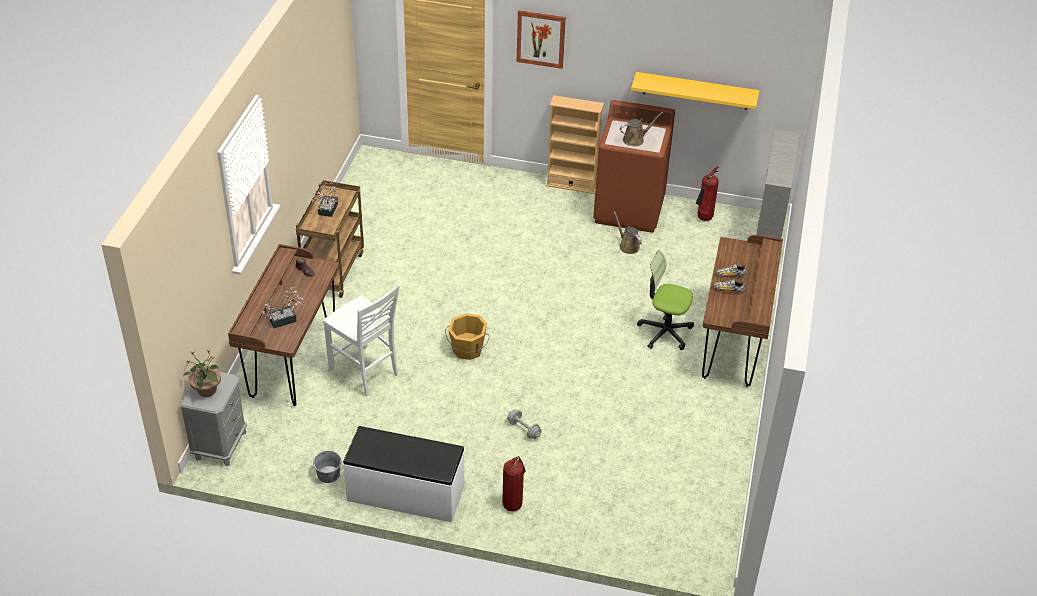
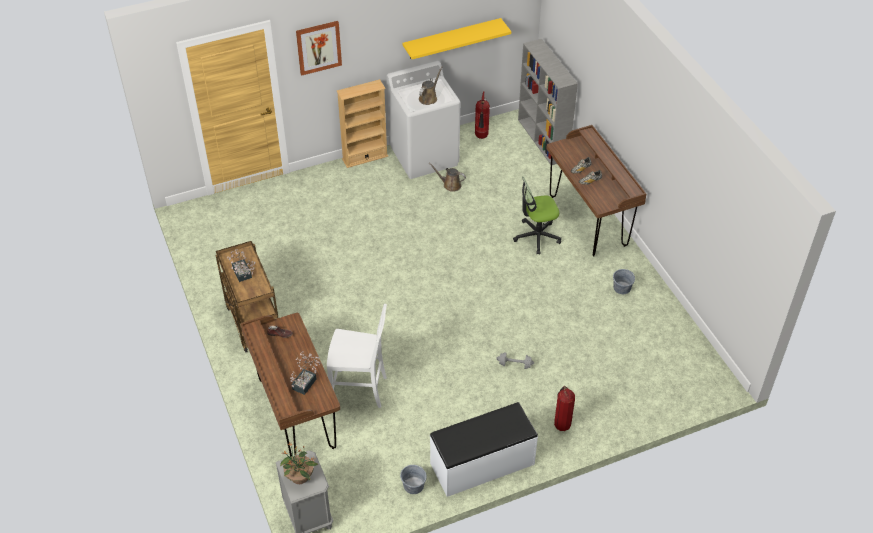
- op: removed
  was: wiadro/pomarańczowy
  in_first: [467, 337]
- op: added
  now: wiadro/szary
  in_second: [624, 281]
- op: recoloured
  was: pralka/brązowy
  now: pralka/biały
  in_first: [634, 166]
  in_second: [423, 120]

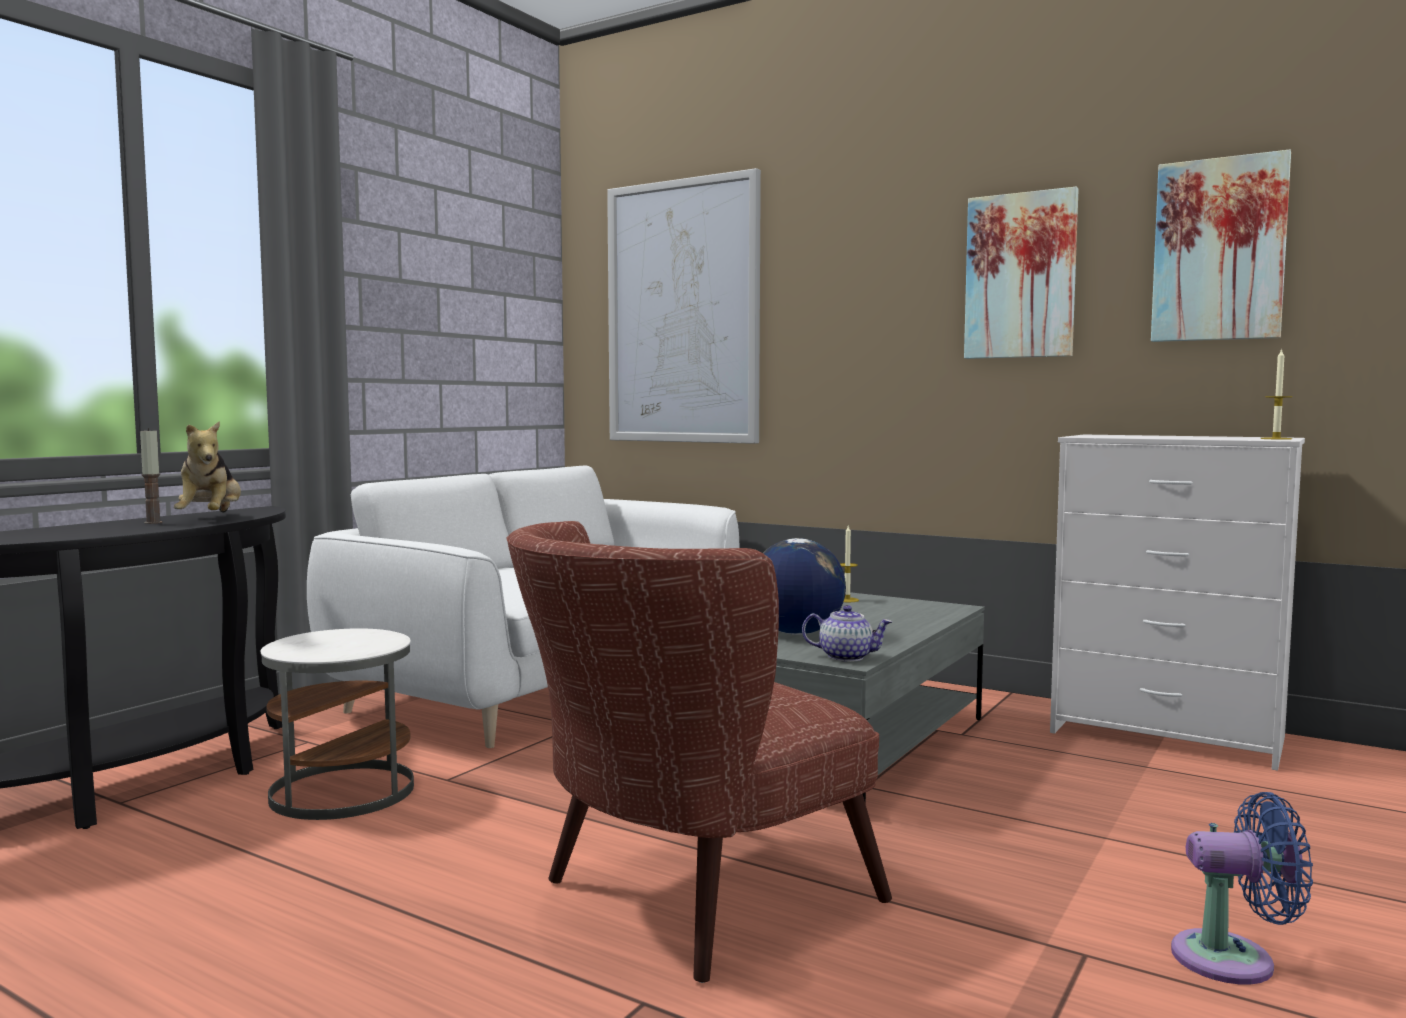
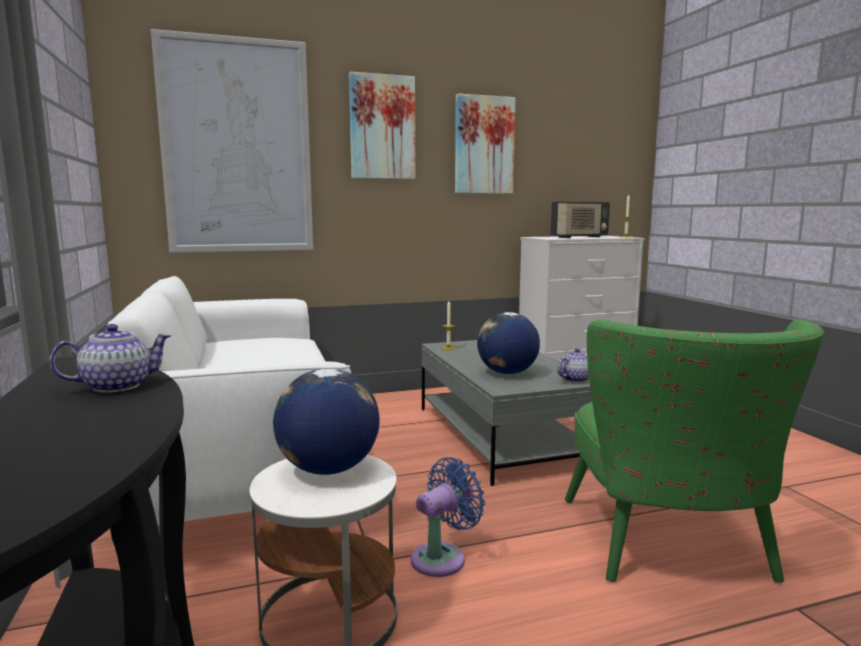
- op: removed
  was: świeca
  in_first: [151, 476]
- op: added
  now: globus
  in_second: [326, 421]
- op: added
  now: radio
  in_second: [580, 220]
- op: moved
  was: obraz
  in_first: [1221, 246]
  in_second: [382, 125]
- op: moved
  was: wentylator/niebieski
  in_first: [1242, 888]
  in_second: [448, 517]
- op: replaced
  was: pluszak
  now: imbryk
  in_first: [207, 467]
  in_second: [110, 358]
- op: recoloured
  was: fotel/brązowy
  now: fotel/zielony
  in_first: [699, 752]
  in_second: [694, 451]

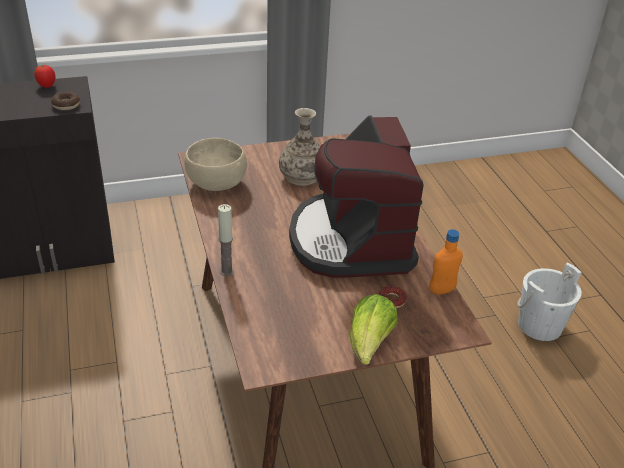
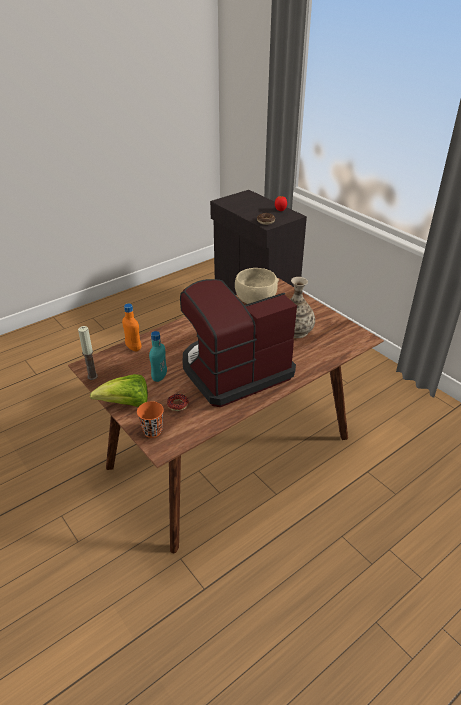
- op: removed
  was: wiadro/biały
  in_first: [549, 301]
- op: added
  now: filiżanka/pomarańczowy
  in_second: [150, 419]
- op: added
  now: butelka/turkusowy
  in_second: [158, 356]
- op: moved
  was: świeca
  in_first: [226, 240]
  in_second: [88, 353]
- op: moved
  was: butelka/pomarańczowy
  in_first: [446, 262]
  in_second: [131, 327]

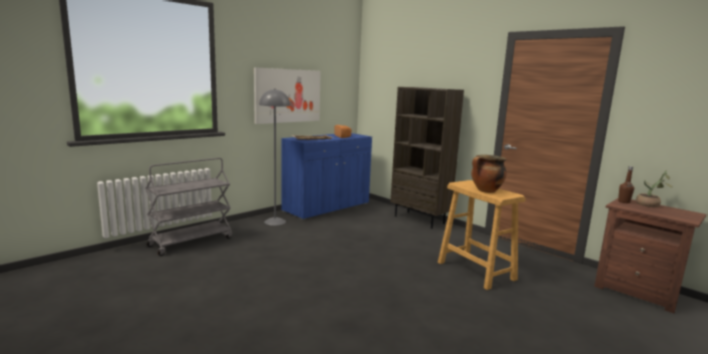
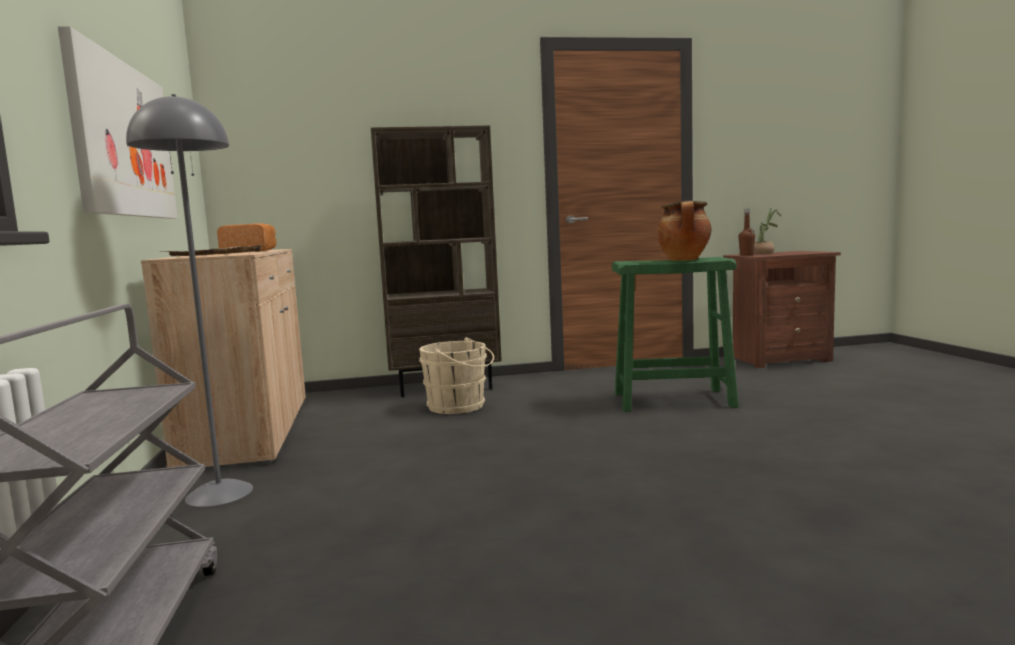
- op: added
  now: wiadro/beżowy
  in_second: [456, 375]
- op: recoloured
  was: szafka/niebieski
  now: szafka/beżowy
  in_first: [326, 176]
  in_second: [223, 358]
- op: recoloured
  was: stołek/beżowy
  now: stołek/zielony
  in_first: [482, 235]
  in_second: [675, 334]

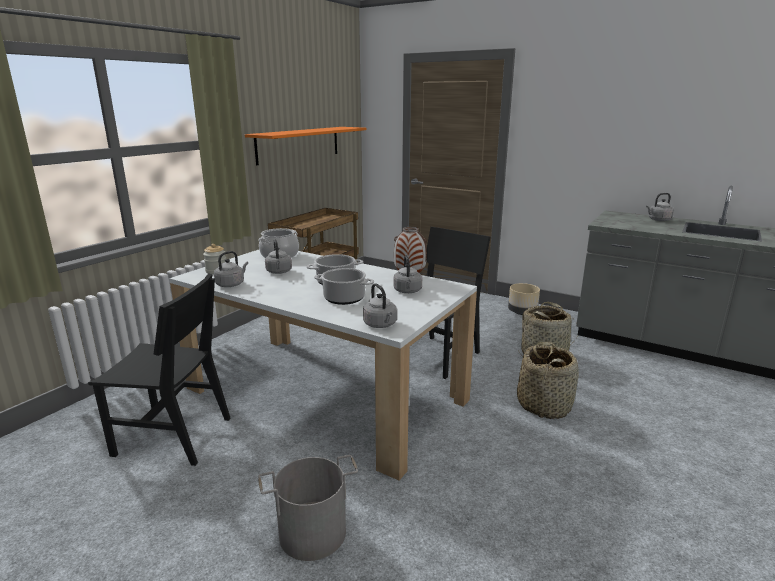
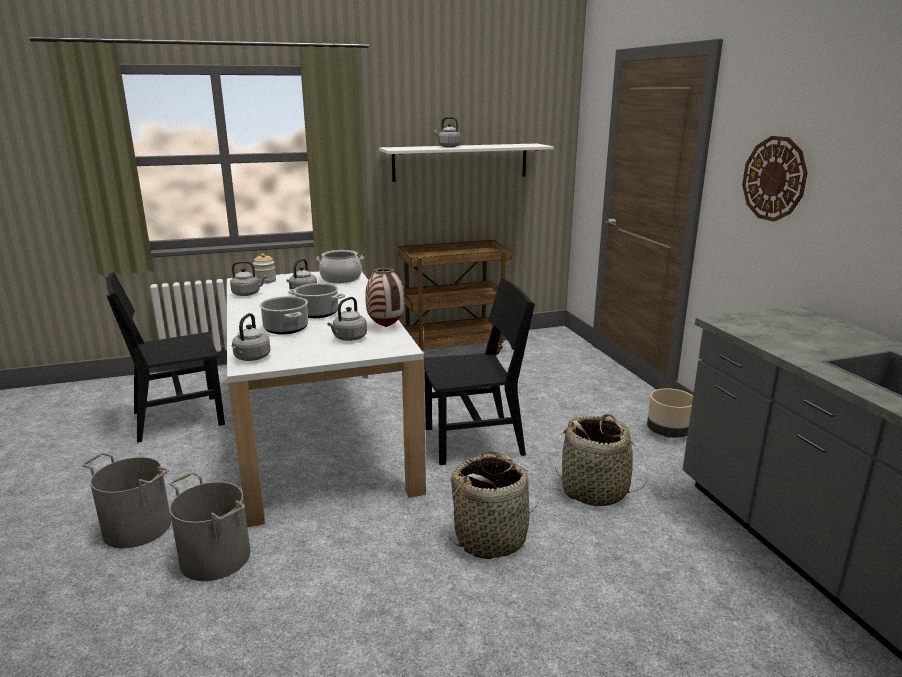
- op: added
  now: wiadro/szary
  in_second: [209, 526]
- op: added
  now: zegar ścienny
  in_second: [775, 179]
- op: moved
  was: czajnik/szary
  in_first: [660, 207]
  in_second: [447, 132]
- op: recoloured
  was: półka/pomarańczowy
  now: półka/biały
  in_first: [305, 146]
  in_second: [466, 163]
- op: turned
  was: krzesło/czarny
  in_first: [159, 369]
  in_second: [165, 357]
  clockwise: 105

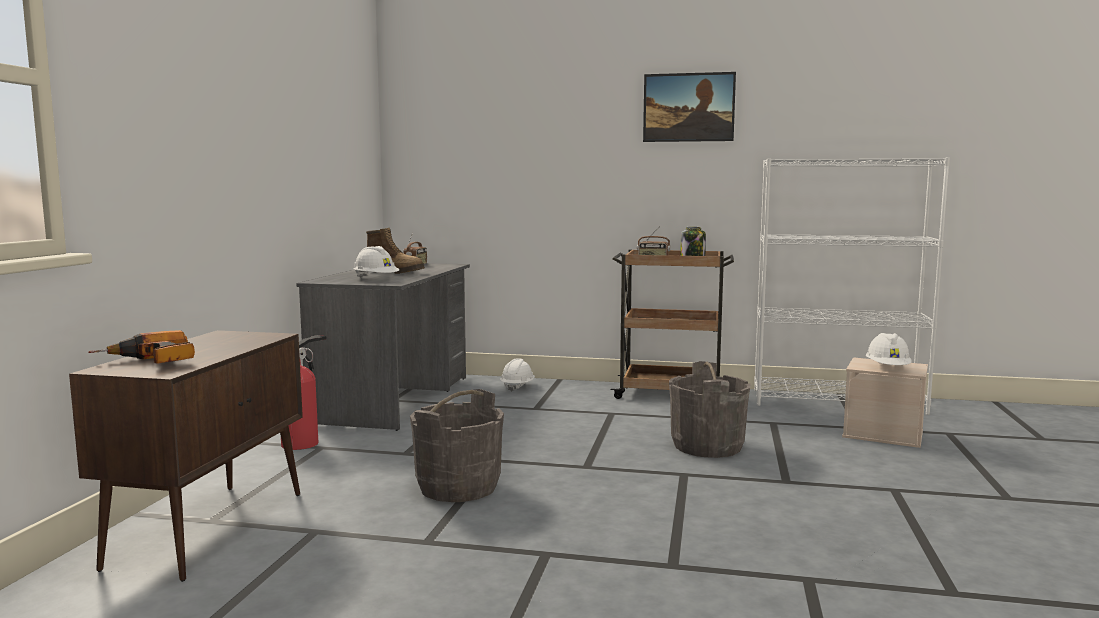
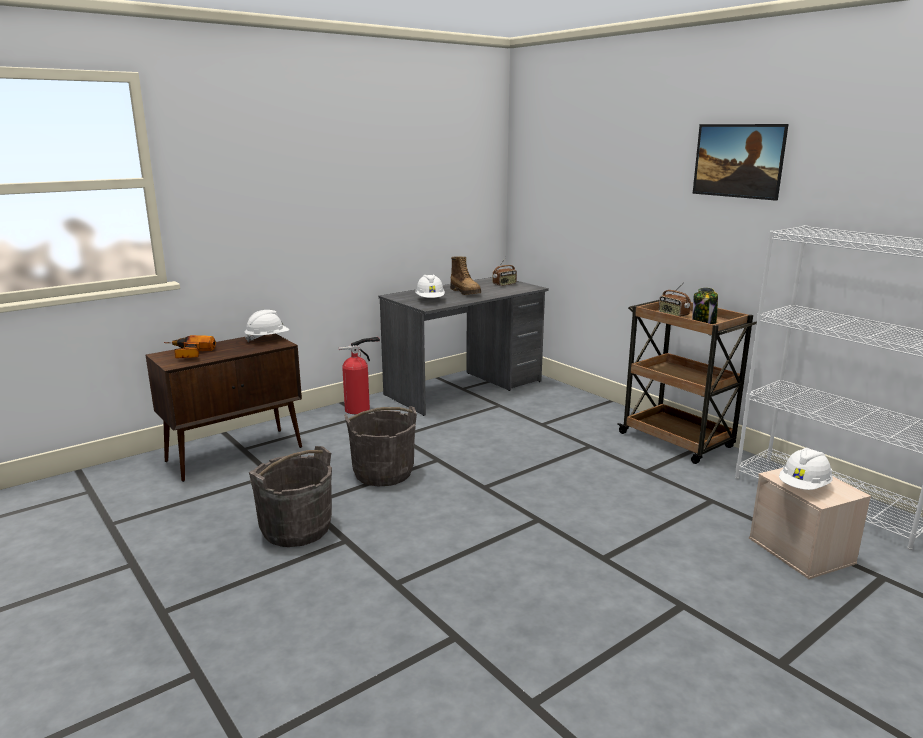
- op: moved
  was: kask/biały
  in_first: [518, 375]
  in_second: [266, 326]
- op: moved
  was: wiadro/szary
  in_first: [709, 409]
  in_second: [290, 496]

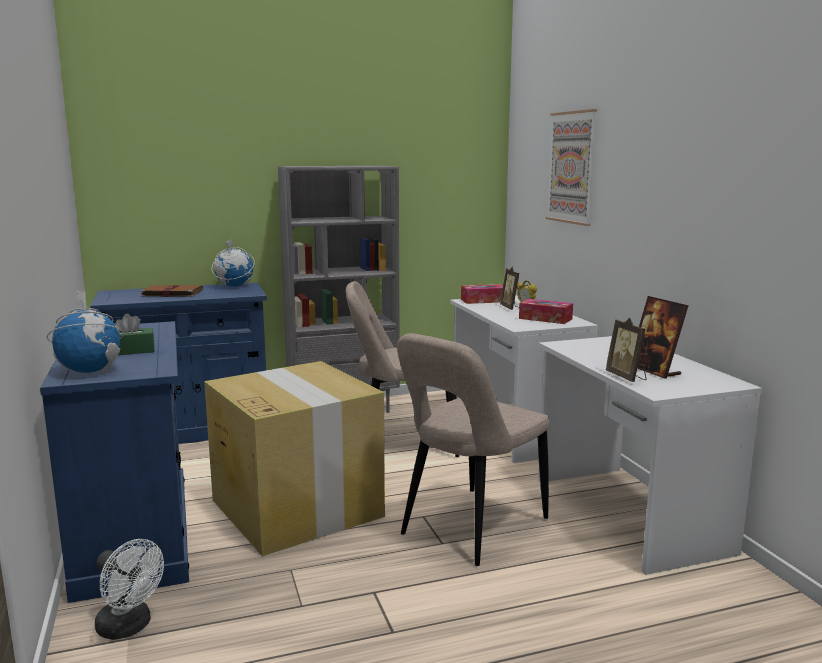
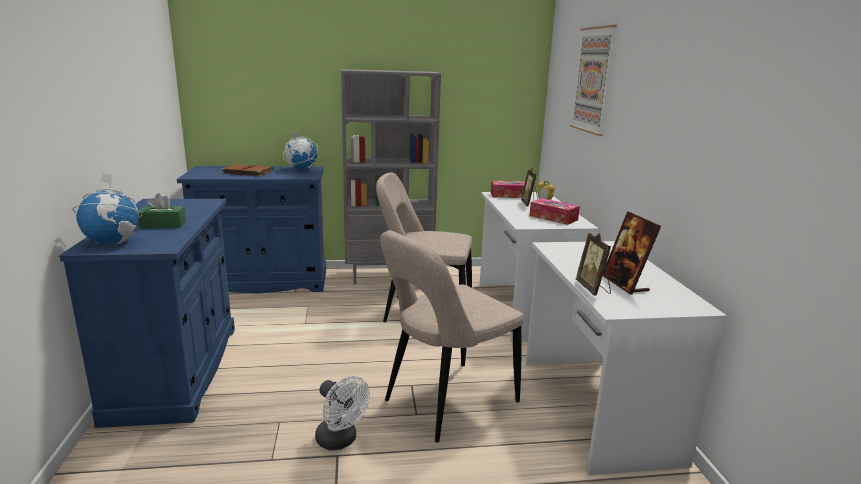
- op: removed
  was: karton
  in_first: [294, 458]
- op: moved
  was: wentylator/biały
  in_first: [129, 589]
  in_second: [342, 413]

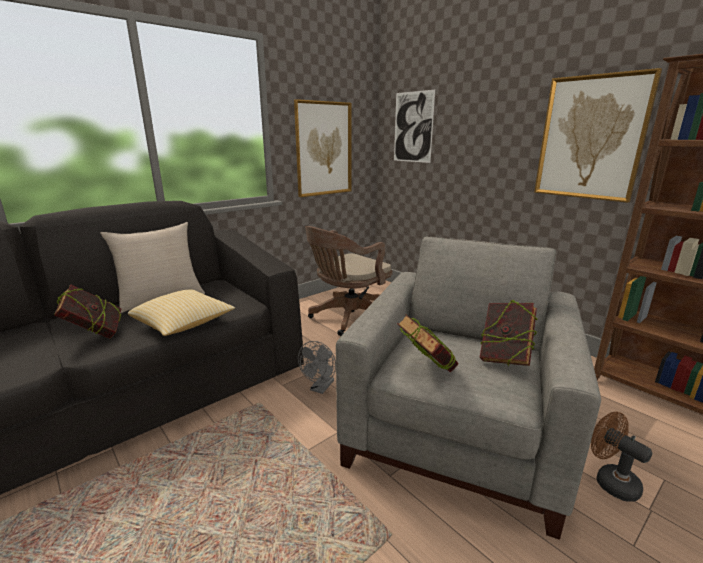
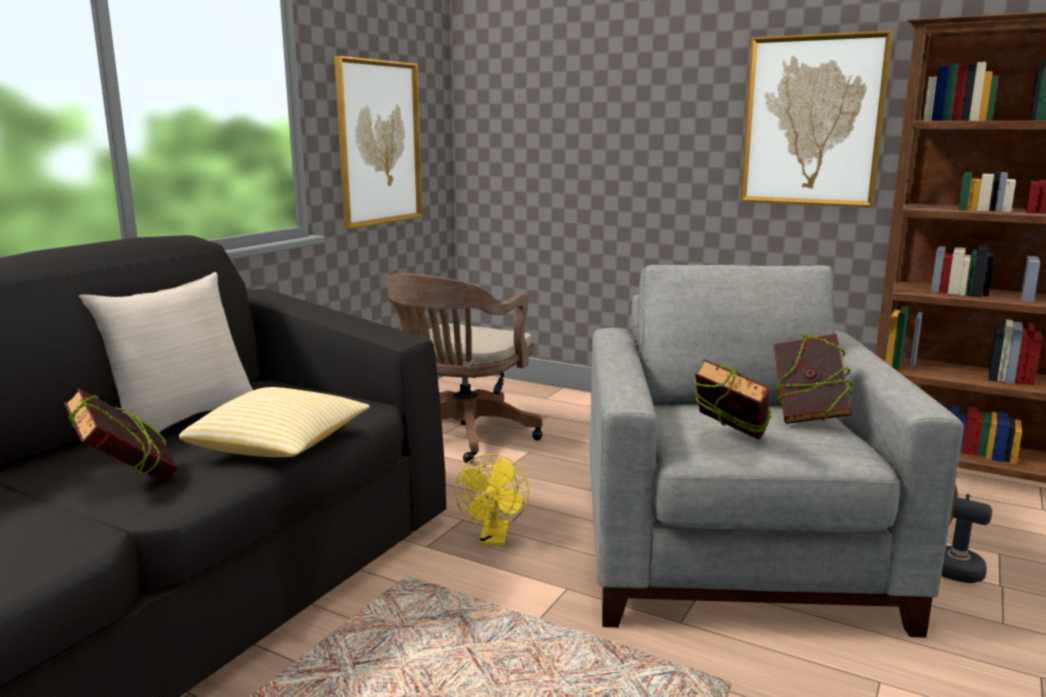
- op: removed
  was: obraz
  in_first: [414, 126]
- op: recoloured
  was: wentylator/szary
  now: wentylator/żółty
  in_first: [317, 367]
  in_second: [492, 500]

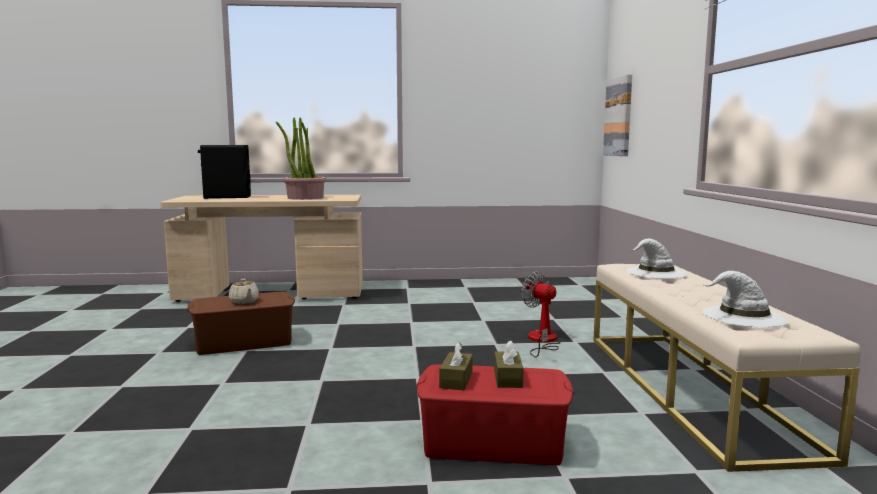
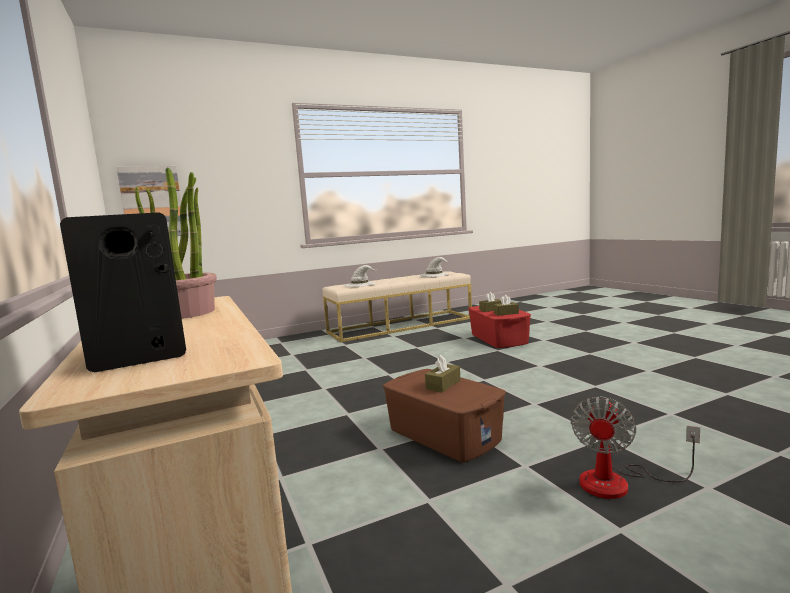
- op: moved
  was: wentylator
  in_first: [541, 314]
  in_second: [635, 447]
- op: replaced
  was: imbryk/beżowy
  now: pudełko chusteczek/brązowy
  in_first: [244, 291]
  in_second: [442, 373]

